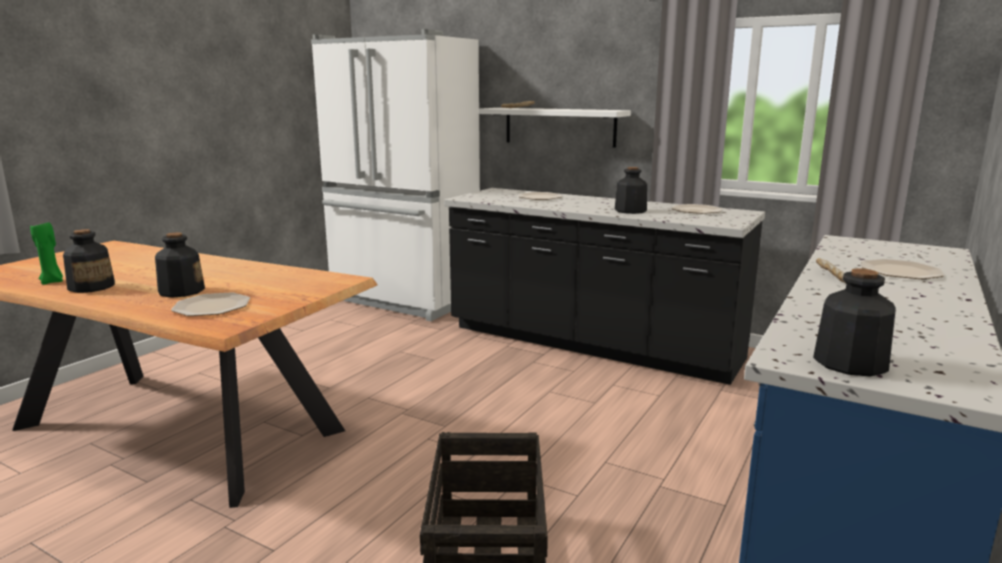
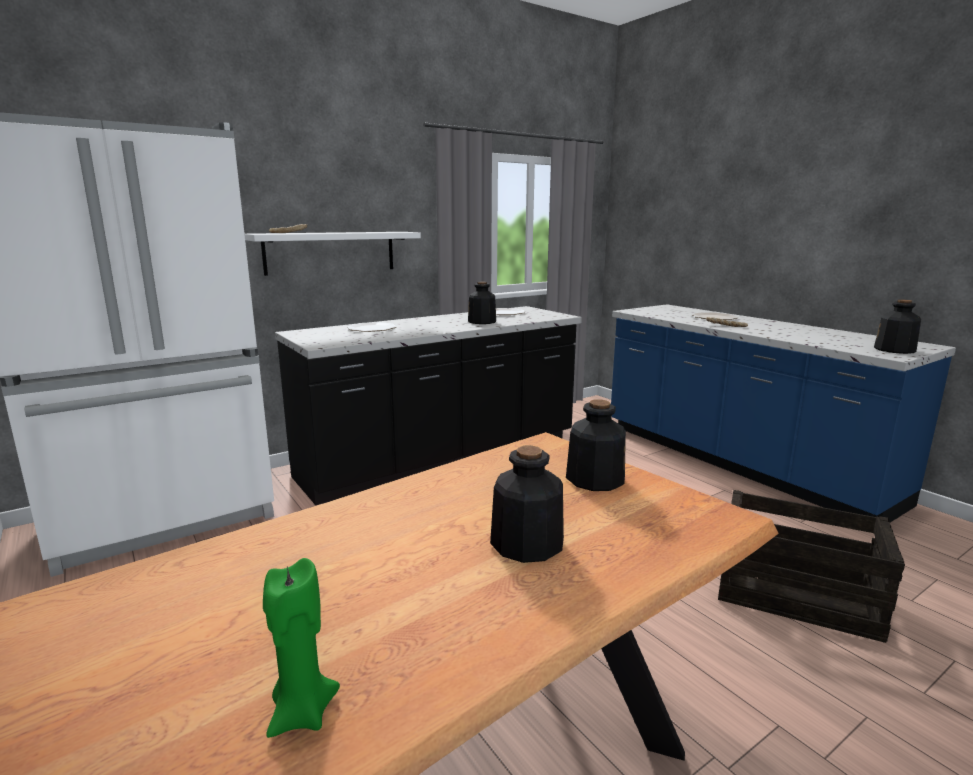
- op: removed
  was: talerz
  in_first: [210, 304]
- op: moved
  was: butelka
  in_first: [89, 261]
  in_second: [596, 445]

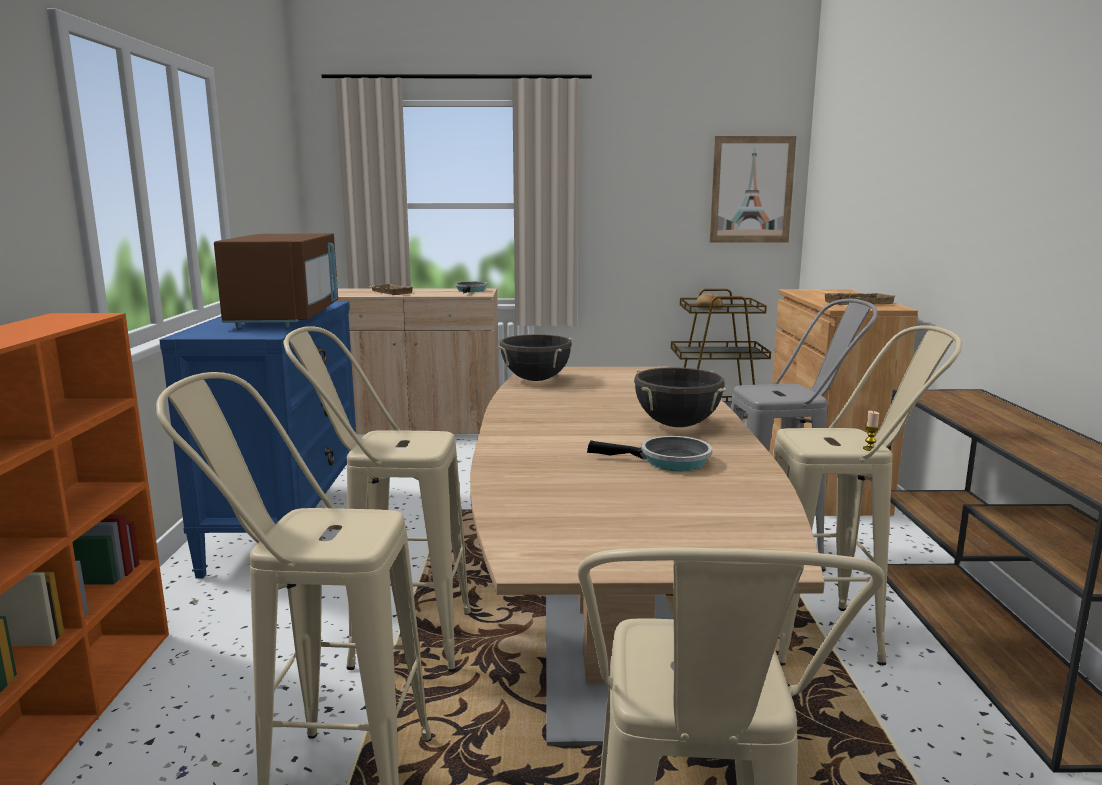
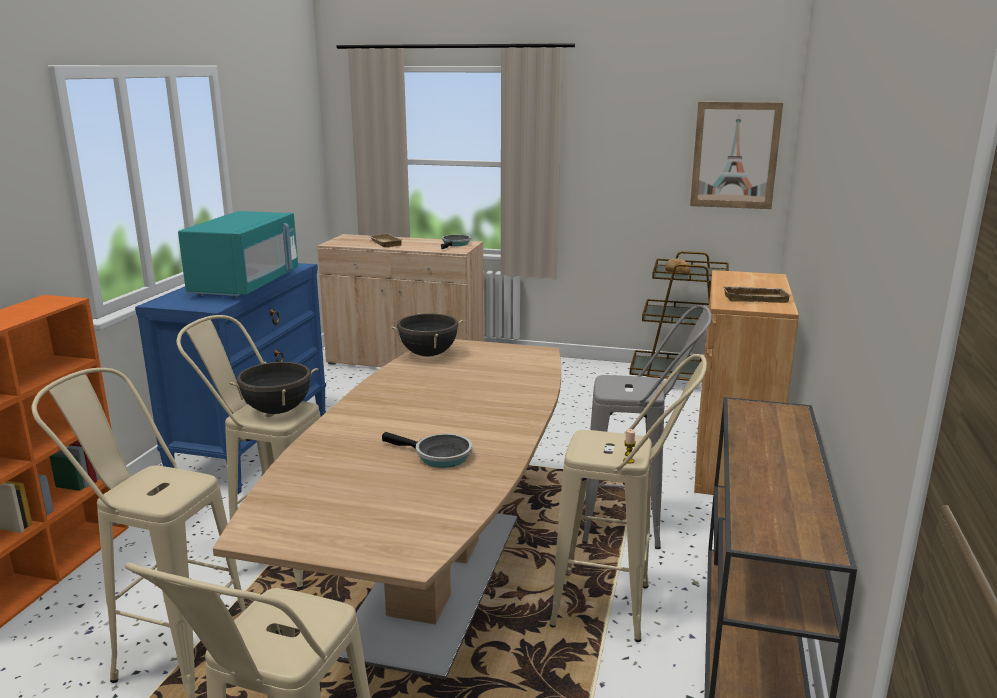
- op: moved
  was: garnek/czarny
  in_first: [680, 397]
  in_second: [273, 388]
- op: recoloured
  was: mikrofalówka/brązowy
  now: mikrofalówka/turkusowy
  in_first: [276, 280]
  in_second: [238, 255]

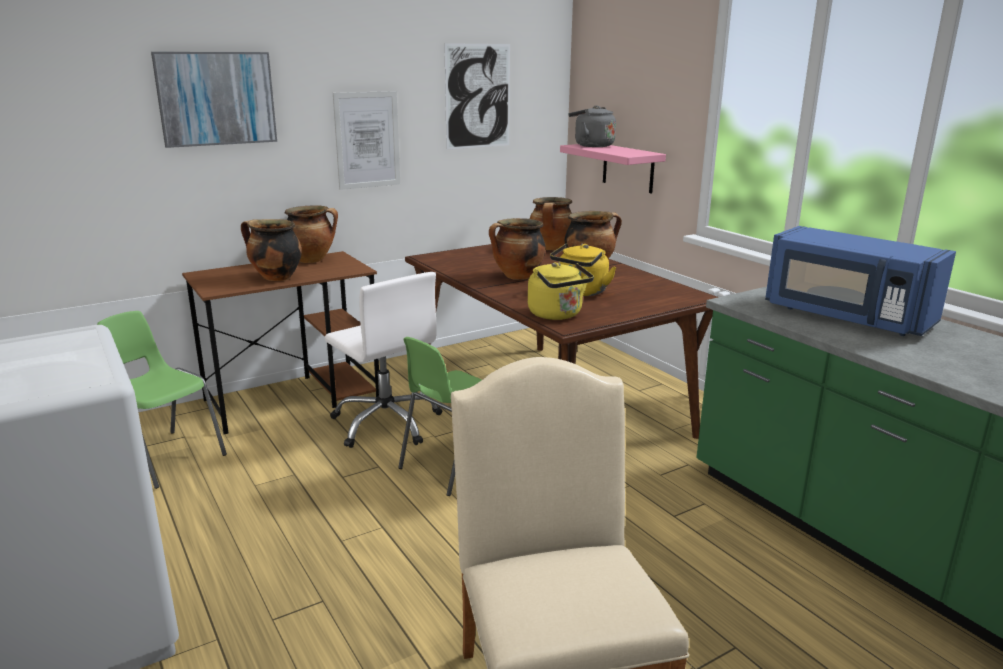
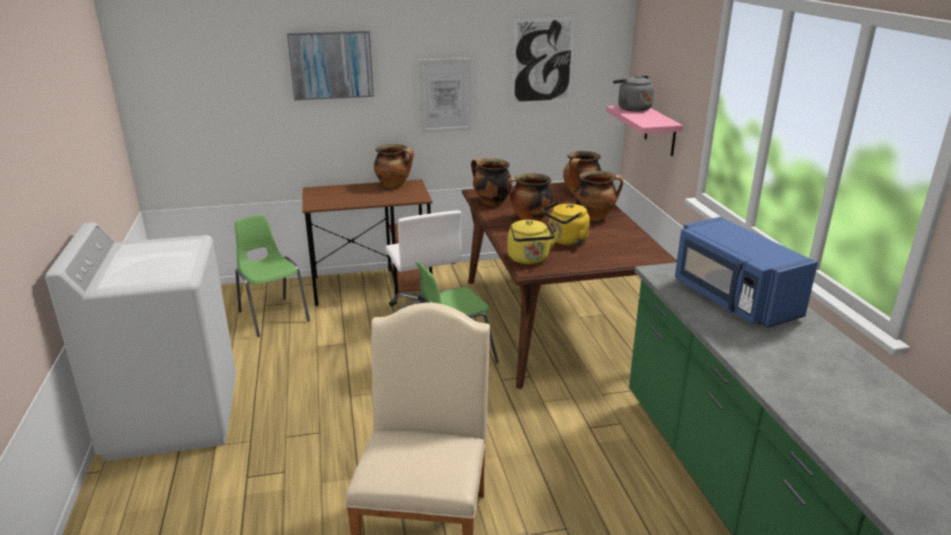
- op: moved
  was: garnek
  in_first: [271, 250]
  in_second: [491, 182]

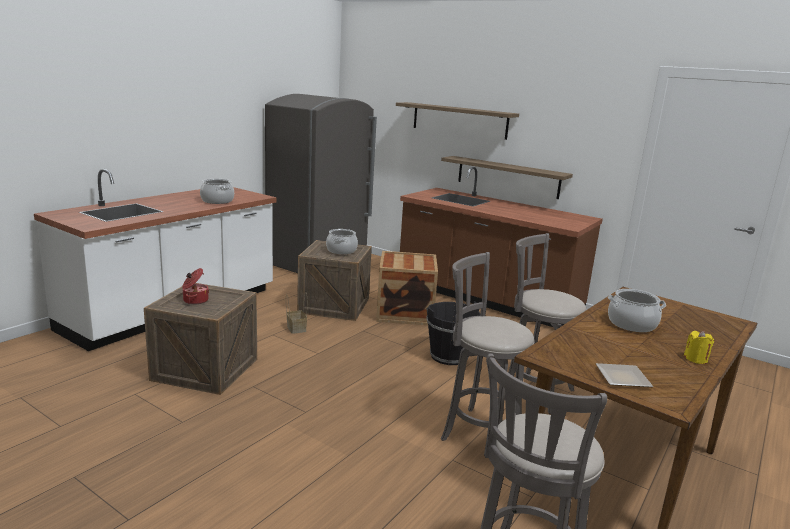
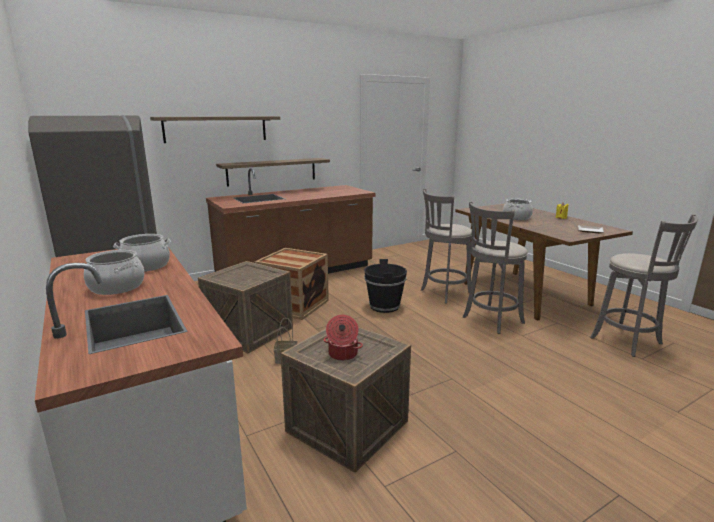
- op: moved
  was: garnek
  in_first: [342, 241]
  in_second: [114, 272]

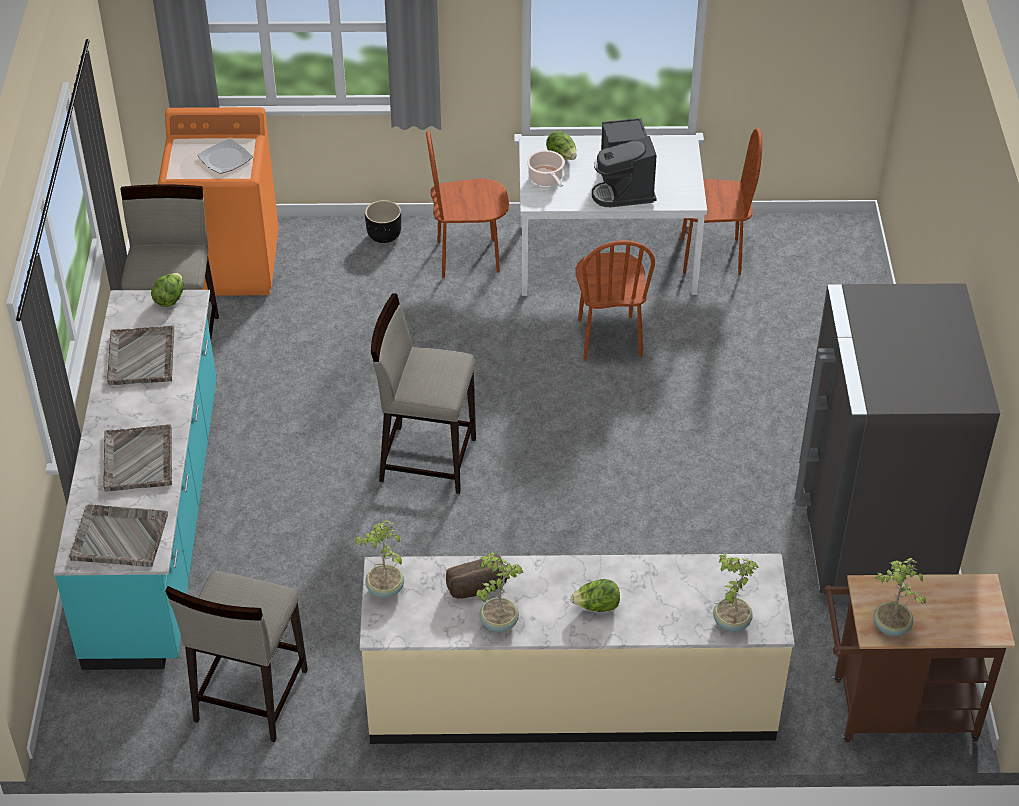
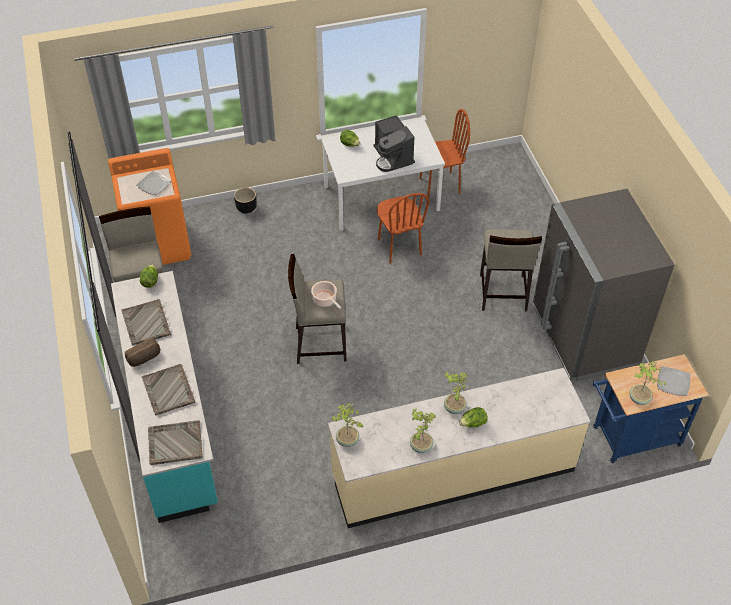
- op: removed
  was: krzesło/brązowy
  in_first: [467, 204]
- op: added
  now: talerz
  in_second: [673, 381]
- op: moved
  was: stołek/beżowy
  in_first: [236, 656]
  in_second: [511, 270]
- op: moved
  was: chleb
  in_first: [476, 576]
  in_second: [143, 352]
- op: moved
  was: garnek
  in_first: [546, 168]
  in_second: [326, 295]
- op: moved
  was: roślina doniczkowa
  in_first: [735, 592]
  in_second: [456, 393]
- op: recoloured
  was: wózek/brązowy
  now: wózek/niebieski
  in_first: [919, 658]
  in_second: [650, 408]

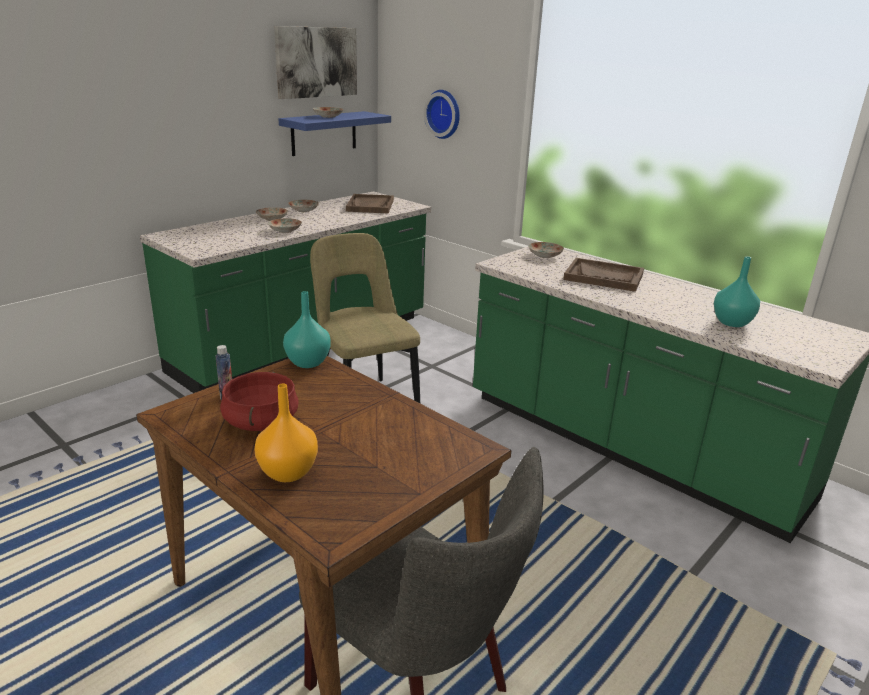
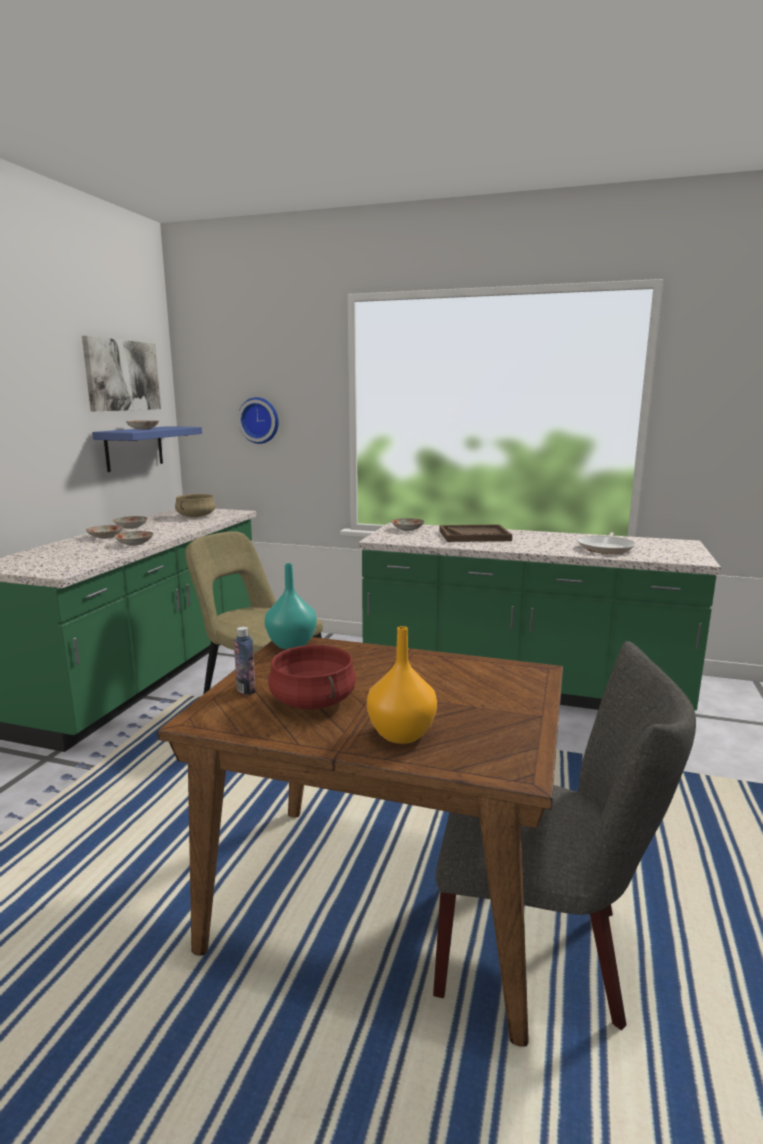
- op: replaced
  was: taca/brązowy
  now: garnek/beżowy
  in_first: [370, 203]
  in_second: [195, 505]
- op: replaced
  was: wazon/turkusowy
  now: patelnia
  in_first: [737, 291]
  in_second: [606, 543]

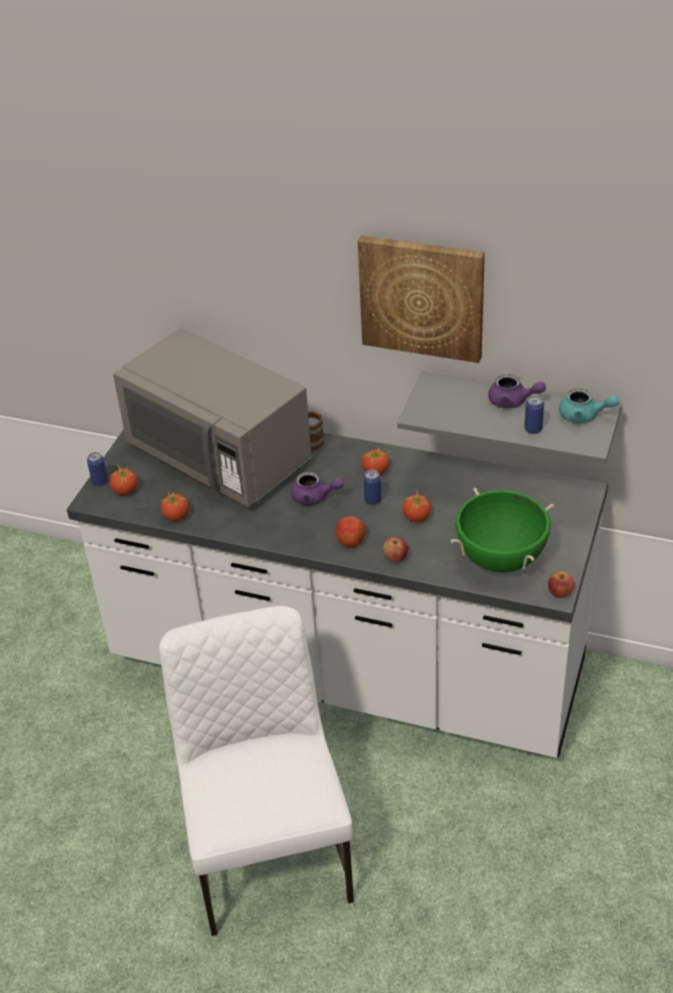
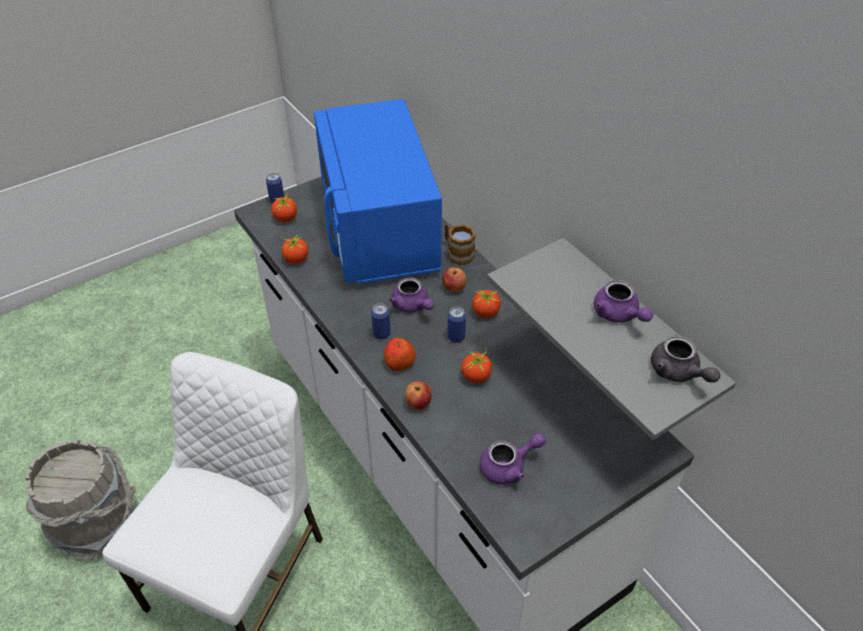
- op: removed
  was: obraz
  in_first: [421, 299]
- op: added
  now: wiadro/szary
  in_second: [80, 500]
- op: moved
  was: puszka
  in_first: [534, 415]
  in_second: [381, 321]
- op: moved
  was: jabłko
  in_first: [561, 584]
  in_second: [454, 279]
- op: replaced
  was: garnek/zielony
  now: imbryk/fioletowy
  in_first: [502, 530]
  in_second: [512, 458]
- op: recoloured
  was: mikrofalówka/szary
  now: mikrofalówka/niebieski
  in_first: [213, 417]
  in_second: [378, 191]
- op: recoloured
  was: imbryk/turkusowy
  now: imbryk/szary
  in_first: [589, 405]
  in_second: [685, 359]

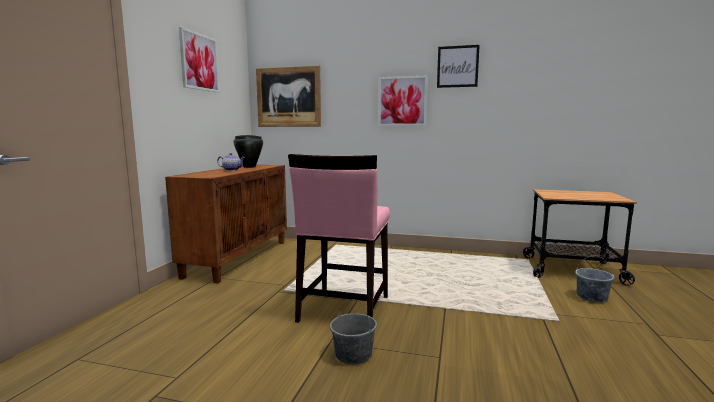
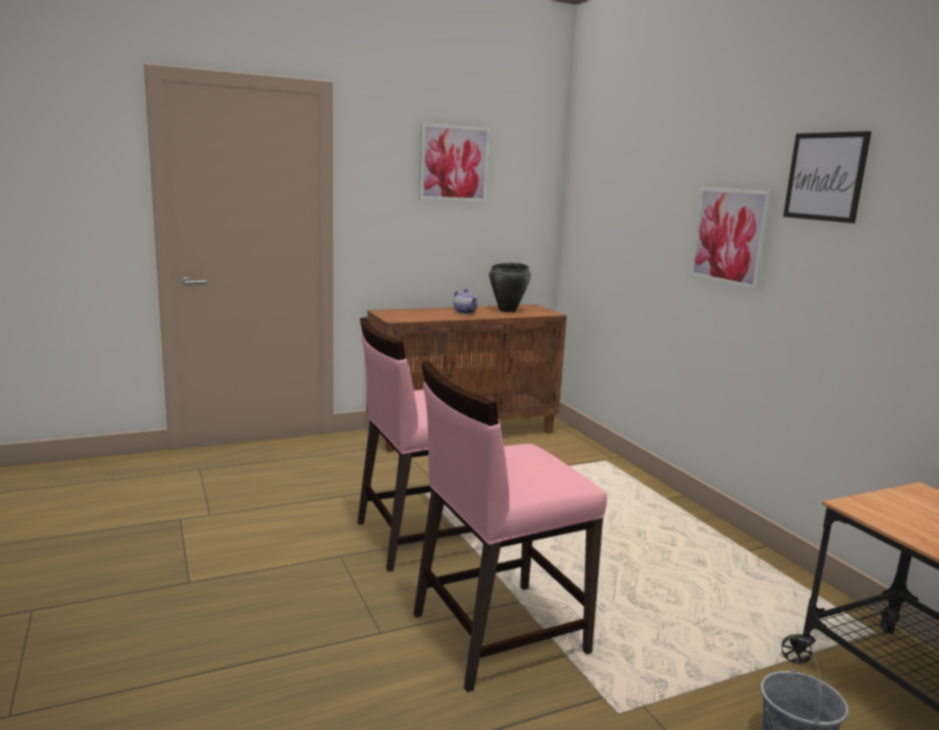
- op: removed
  was: obraz
  in_first: [288, 96]
- op: removed
  was: wiadro/szary
  in_first: [353, 331]
- op: added
  now: krzesło/różowy
  in_second: [510, 526]

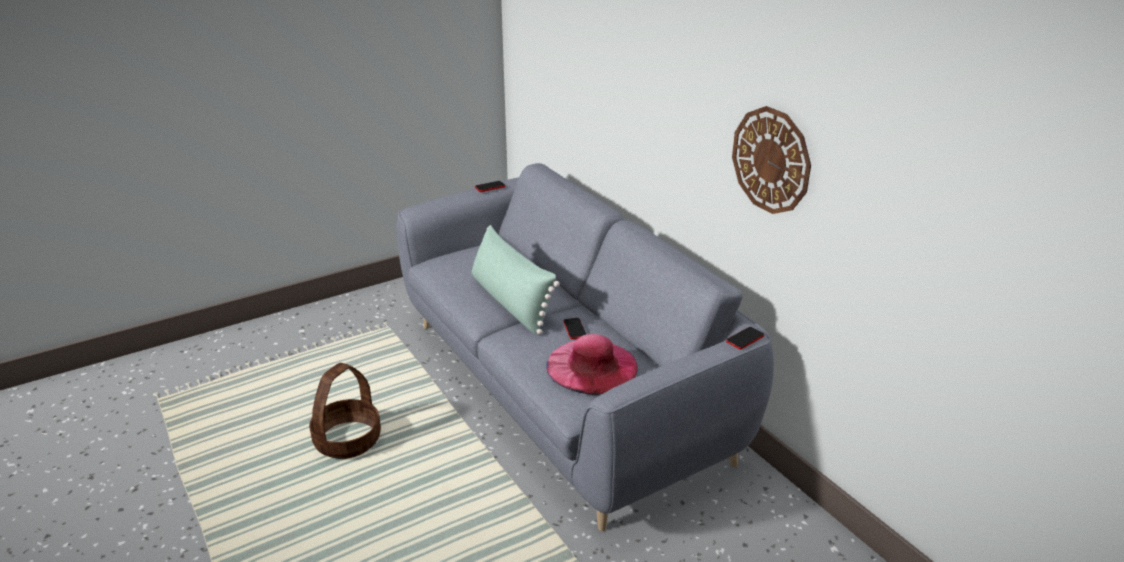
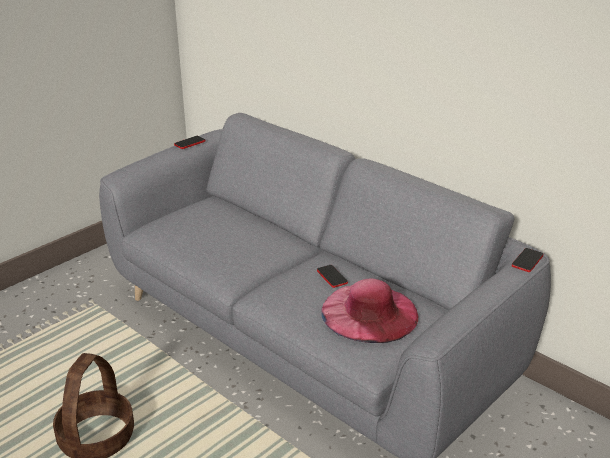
- op: removed
  was: poduszka/zielony
  in_first: [516, 280]
- op: removed
  was: zegar ścienny
  in_first: [771, 160]

